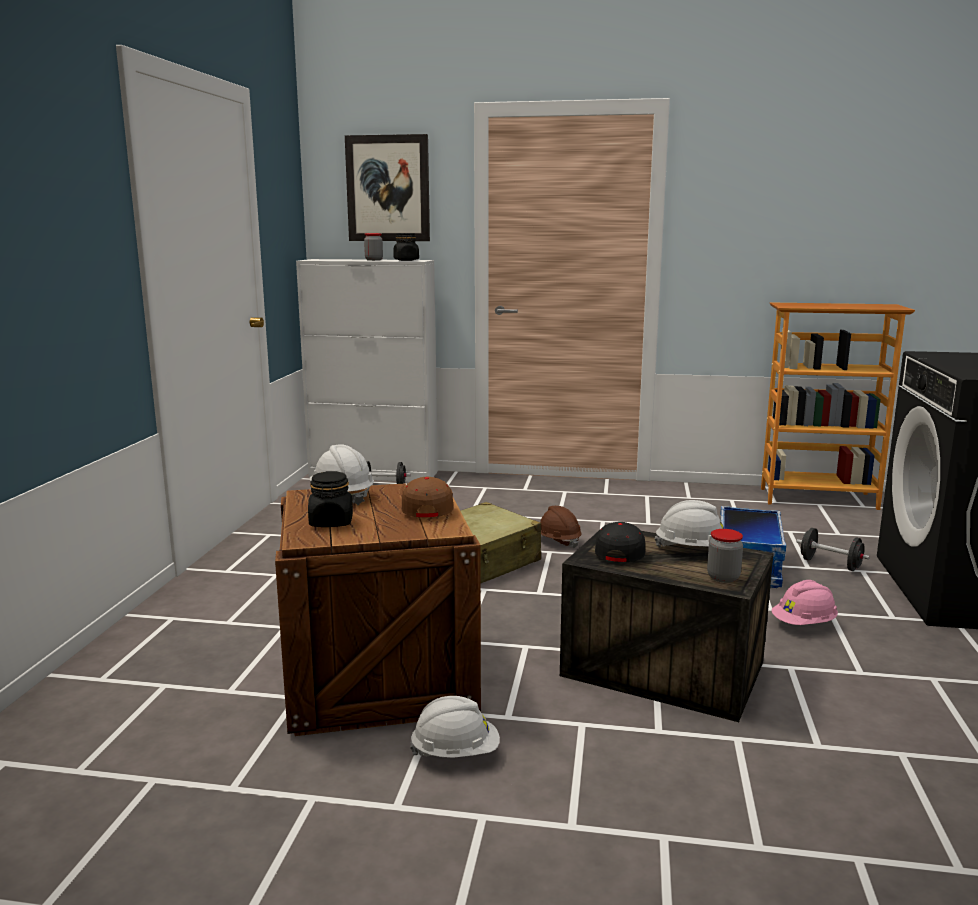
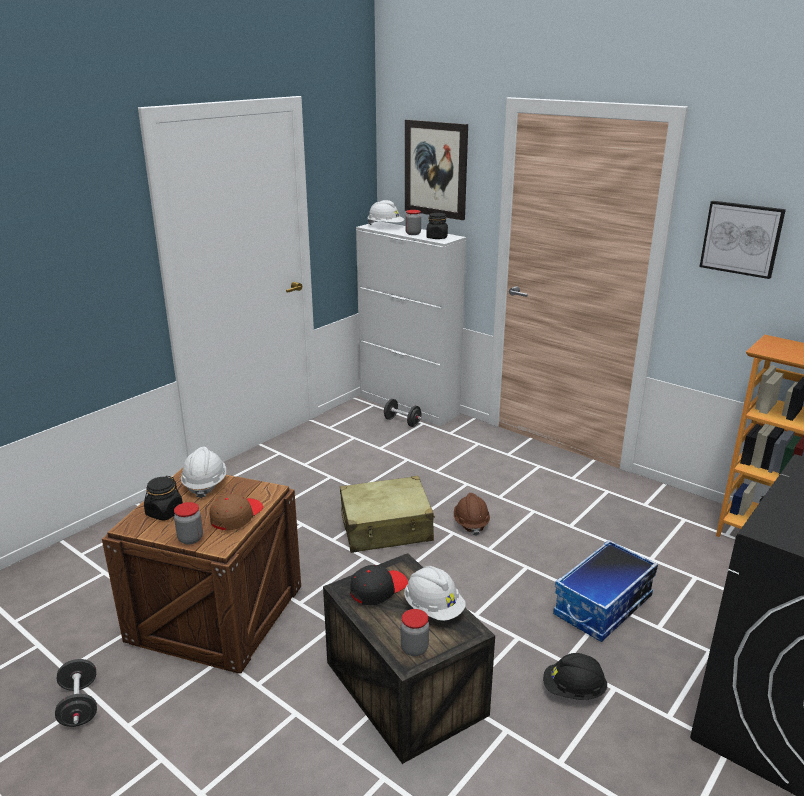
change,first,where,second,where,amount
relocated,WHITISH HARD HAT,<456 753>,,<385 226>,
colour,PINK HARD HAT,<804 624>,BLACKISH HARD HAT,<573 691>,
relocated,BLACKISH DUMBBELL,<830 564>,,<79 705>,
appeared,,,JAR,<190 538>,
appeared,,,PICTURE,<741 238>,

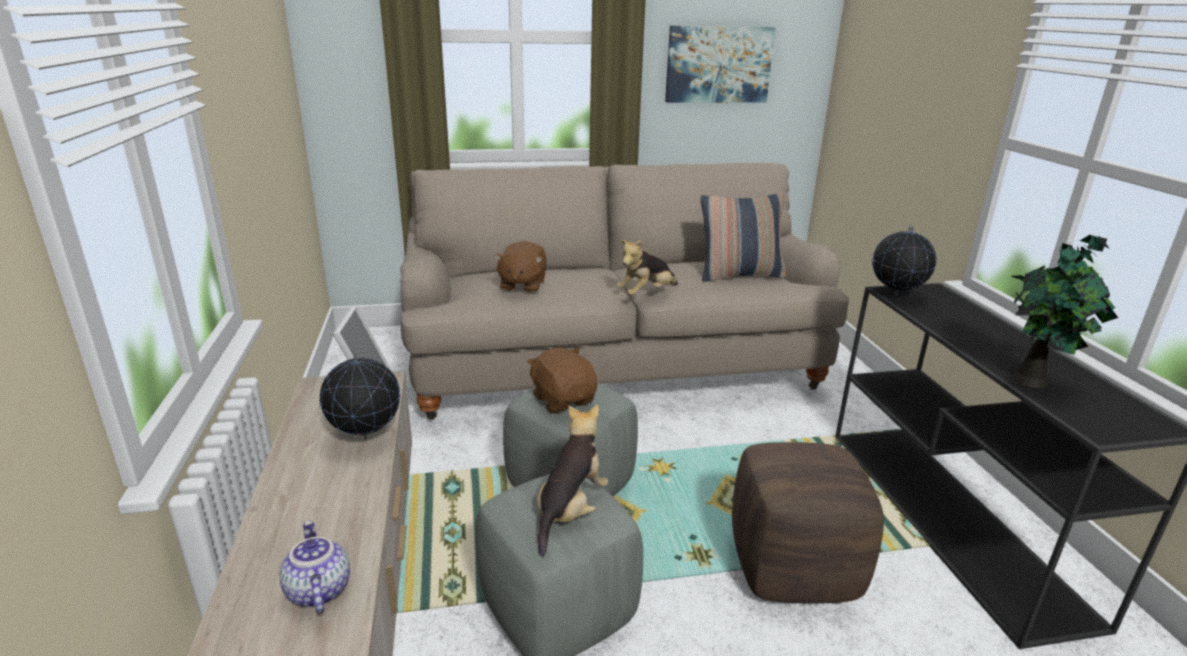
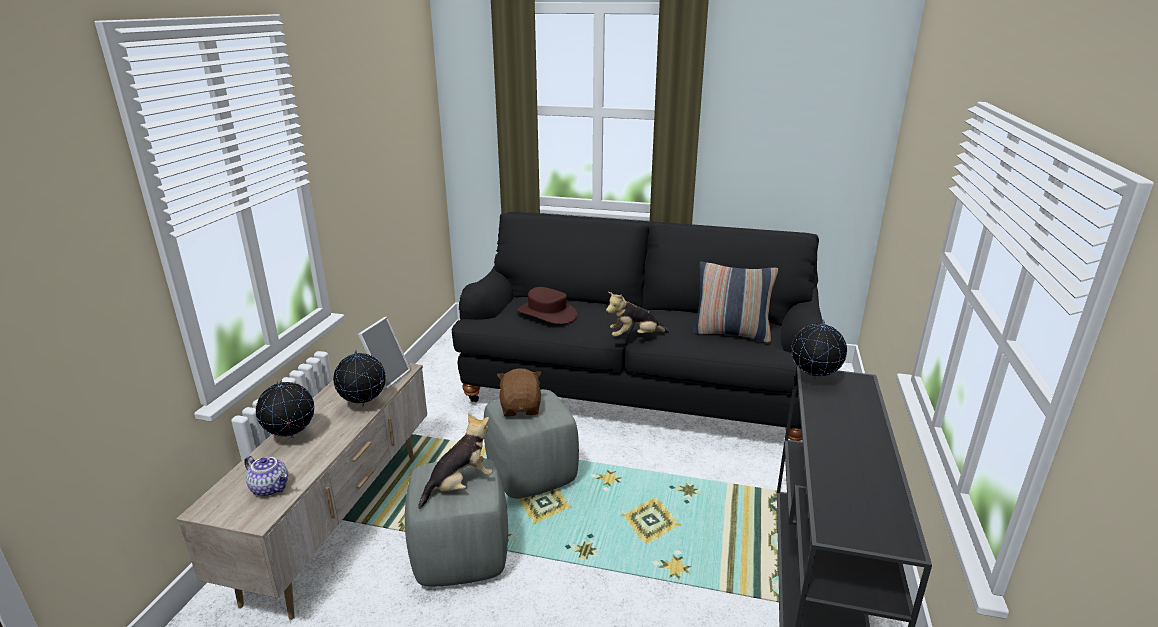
change,first,where,second,where,amount
spun,TEA POT,<317 591>,,<271 488>,120 degrees clockwise
colour,SAND-COLOURED SOFA,<613 365>,BLACKISH SOFA,<636 388>,
exchanged,BROWN SOFT TOY,<522 285>,BROWN WEARABLE HAT,<547 313>,
missing,PICTURE,<718 64>,,,
missing,BROWN FOOTREST,<793 569>,,,
missing,HOUSEPLANT,<1033 381>,,,
appeared,,,WORLD GLOBE,<291 438>,

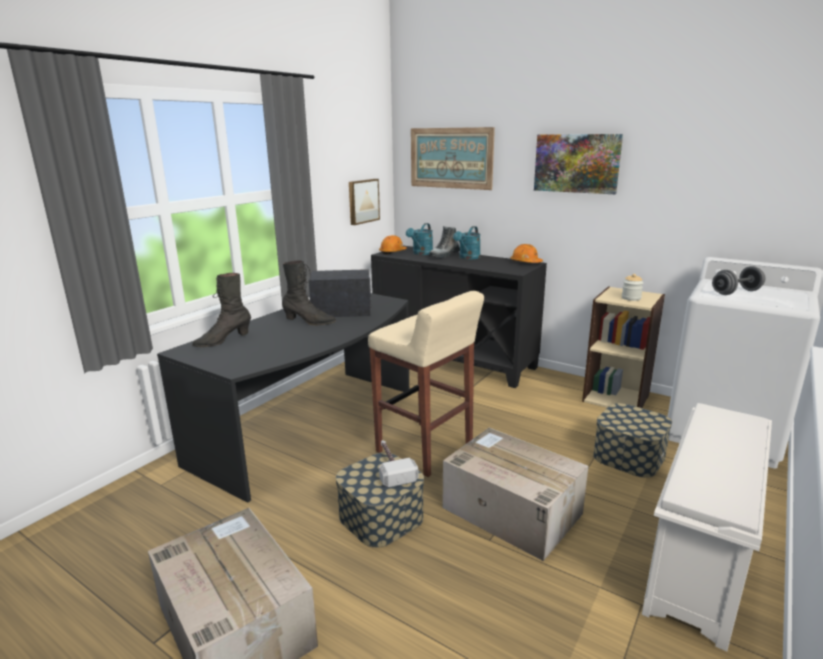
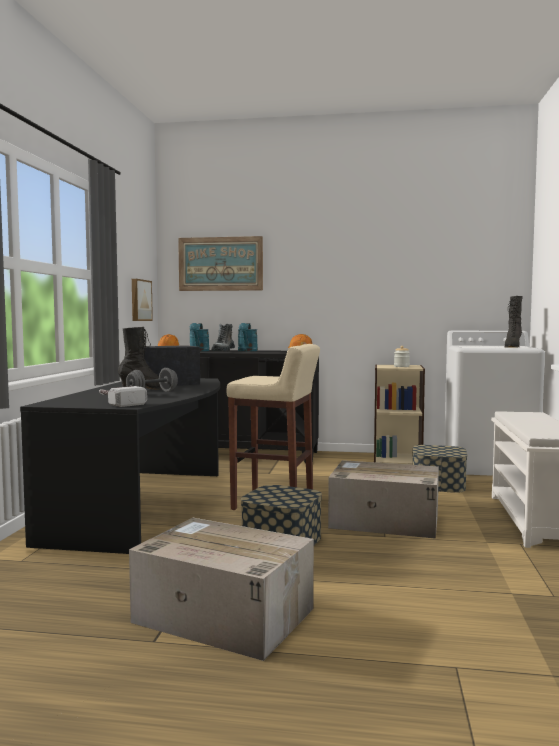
change,first,where,second,where,amount
relocated,BLACKISH BOOT,<223 341>,,<512 347>,
relocated,HAND HAMMER,<392 466>,,<116 402>,
missing,PICTURE,<576 163>,,,
relocated,GREY DUMBBELL,<736 292>,,<152 393>,

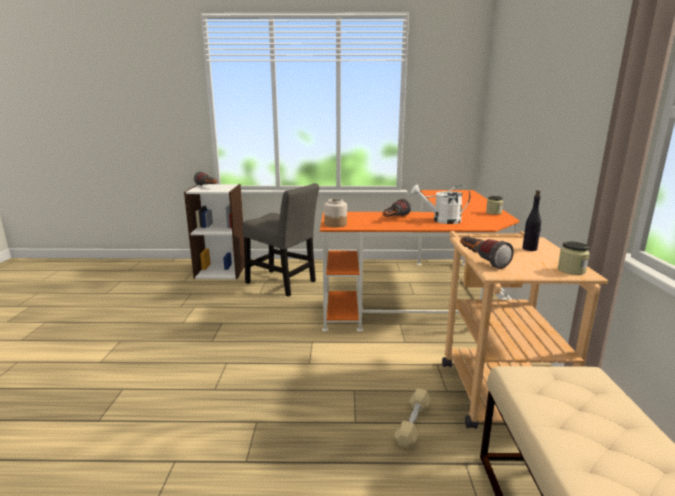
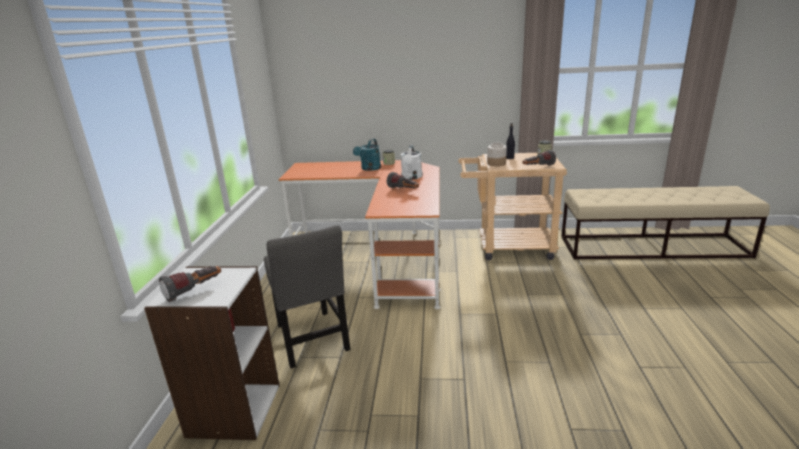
change,first,where,second,where,amount
spun,GREY CHAIR,<283 283>,,<312 340>,120 degrees clockwise
relocated,JAR,<335 224>,,<496 163>,
missing,SAND-COLOURED DUMBBELL,<413 424>,,,
appeared,,,TURQUOISE-COLOURED WATERING CAN,<369 169>,

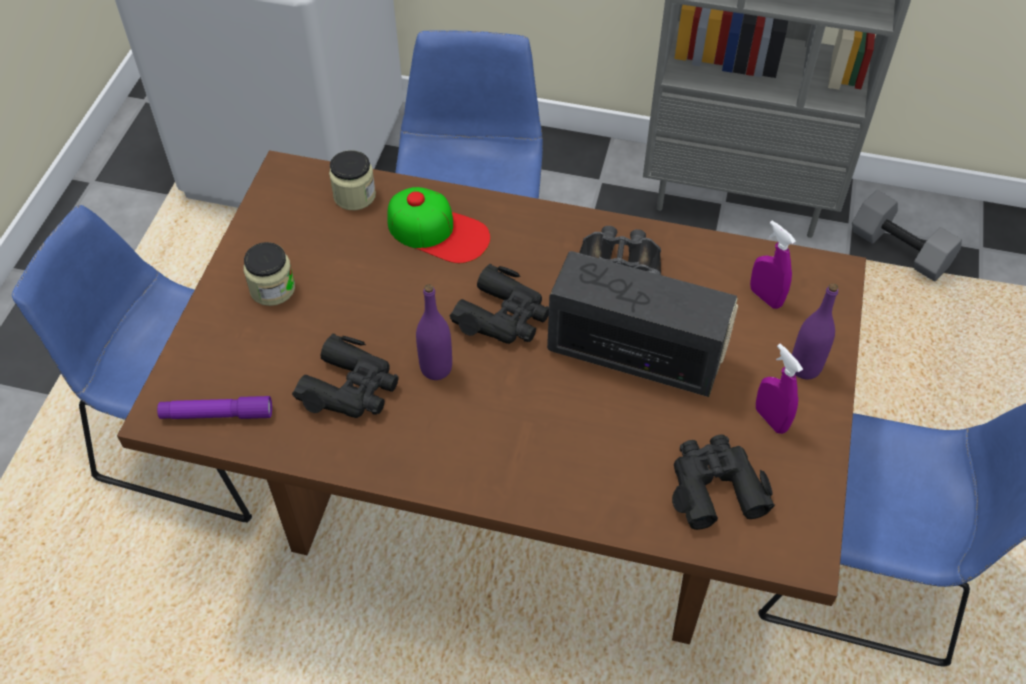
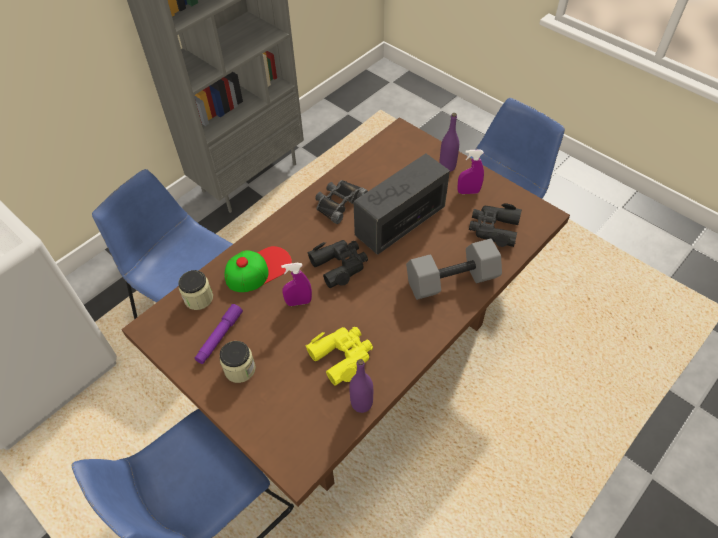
change,first,where,second,where,amount
relocated,PURPLE-COLOURED HAND TORCH,<217 414>,,<219 337>,
colour,BLACKISH FIELD GLASSES,<351 388>,YELLOWISH FIELD GLASSES,<342 356>,
relocated,PURPLE-COLOURED DRINK BOTTLE,<436 368>,,<361 403>,
relocated,PURPLE-COLOURED SPRAY BOTTLE,<765 297>,,<298 302>,
relocated,GREY DUMBBELL,<901 249>,,<452 279>,

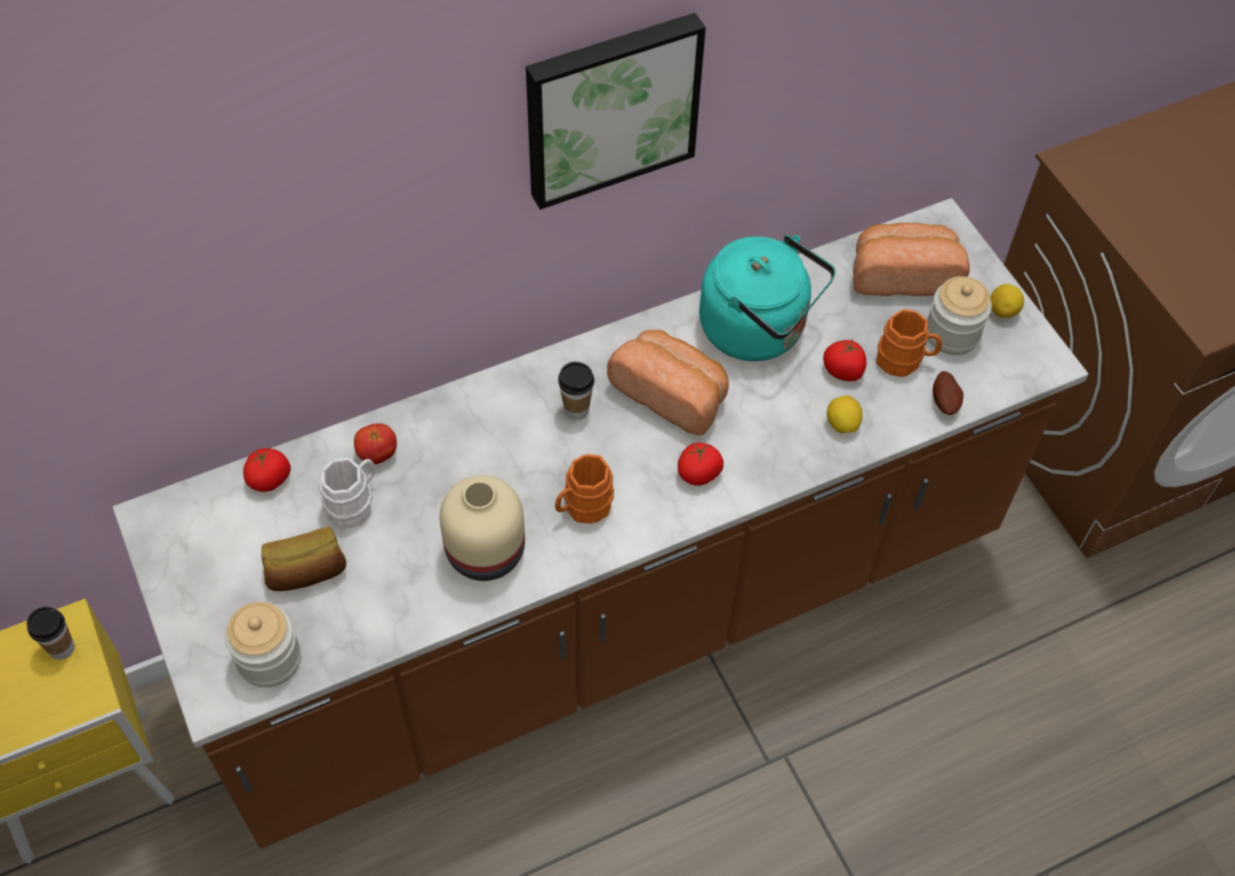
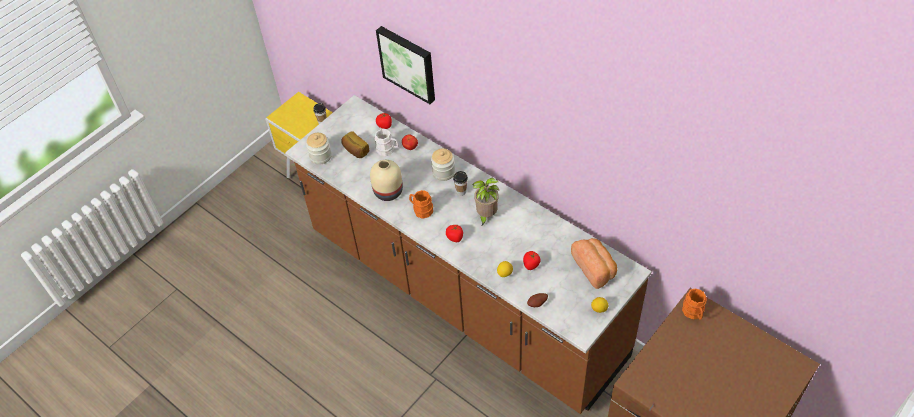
change,first,where,second,where,amount
relocated,PICTURE,<610 106>,,<408 63>,
exchanged,BAKERY BREAD,<671 393>,HOUSEPLANT,<486 215>,
missing,TURQUOISE-COLOURED WATER KETTLE,<758 330>,,,
relocated,ORANGE-COLOURED MUG,<905 360>,,<693 313>,
relocated,JAR,<952 333>,,<443 172>,

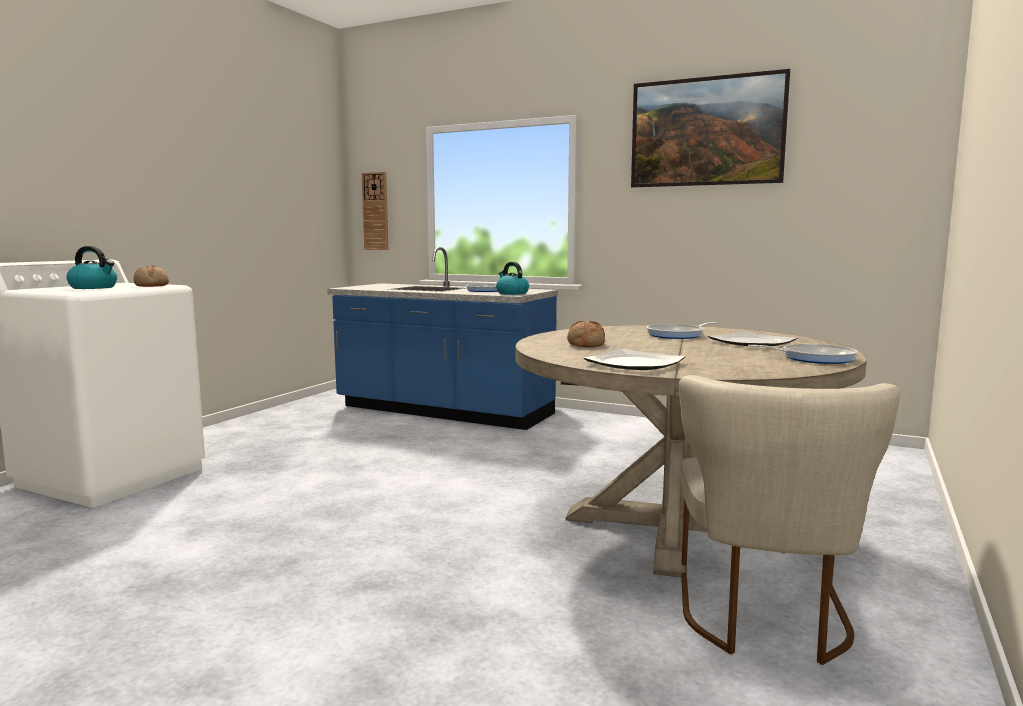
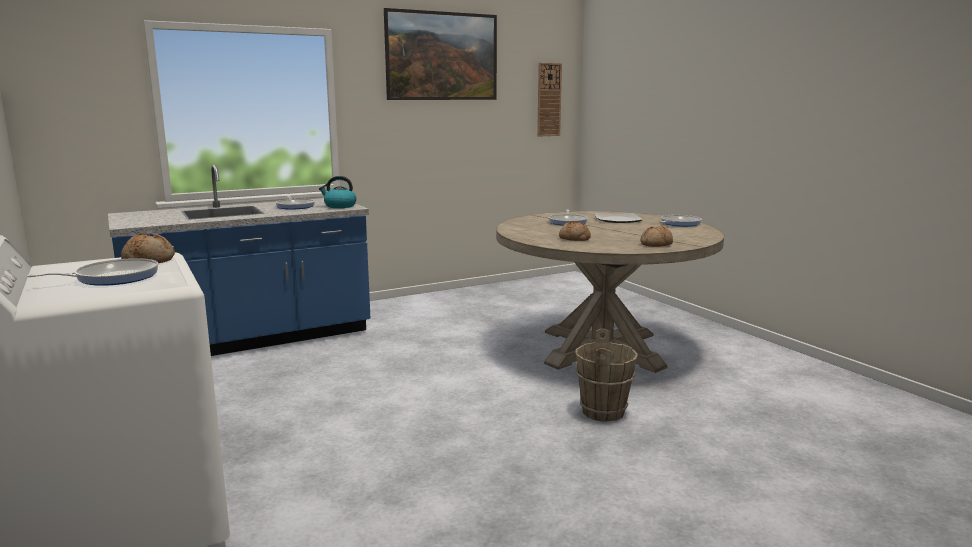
change,first,where,second,where,amount
exchanged,WATER KETTLE,<94 287>,PAN,<112 277>,
relocated,WALL CLOCK,<375 211>,,<549 100>,
exchanged,DINNER PLATE,<633 364>,BAKERY BREAD,<656 244>,
missing,SAND-COLOURED CHAIR,<765 620>,,,
appeared,,,BROWN BUCKET,<604 412>,

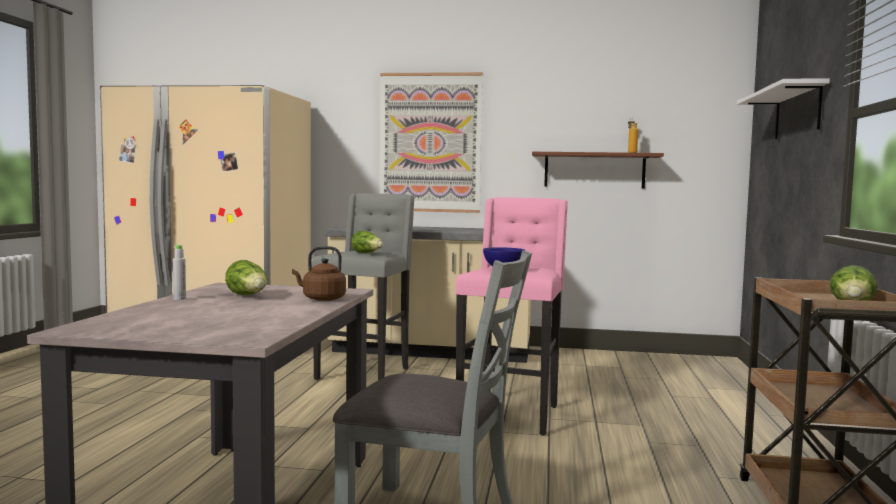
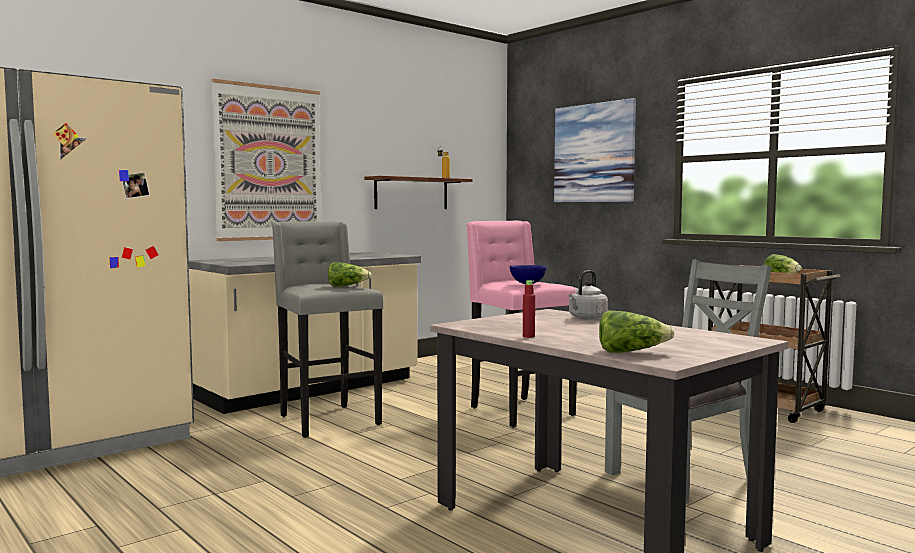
change,first,where,second,where,amount
colour,GREY DRINK BOTTLE,<179 299>,RED-COLOURED DRINK BOTTLE,<528 336>,
relocated,LETTUCE HEAD,<249 296>,,<631 352>,
colour,BROWN WATER KETTLE,<321 299>,GREY WATER KETTLE,<586 318>,
exchanged,WHITISH BRACKET SHELF,<797 112>,PICTURE,<594 153>,

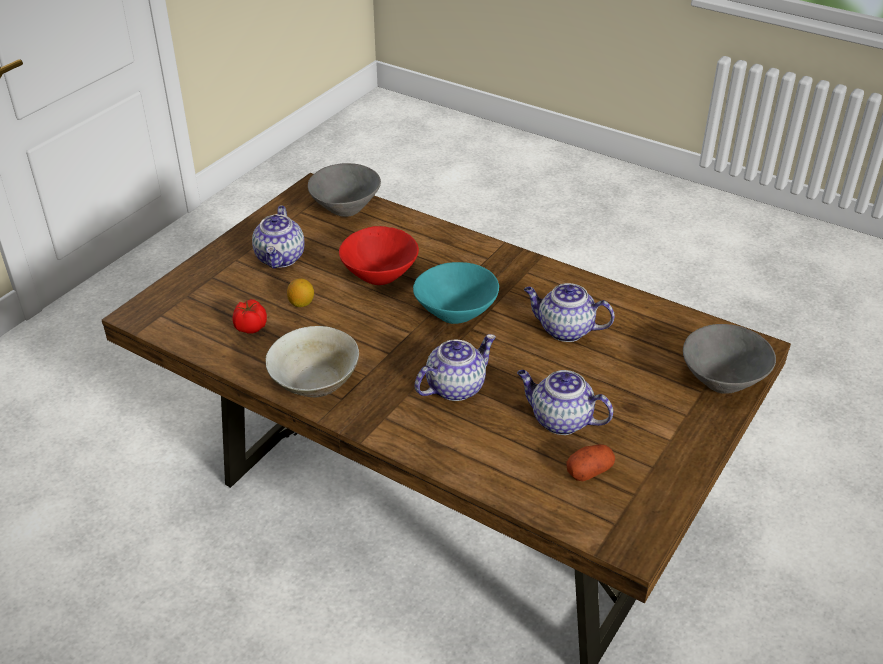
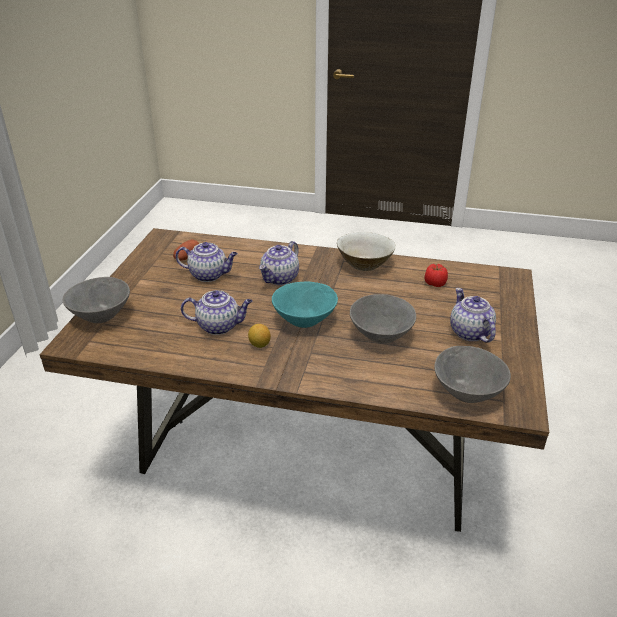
change,first,where,second,where,amount
relocated,LEMON,<301 303>,,<259 344>,
colour,RED-COLOURED SERVING BOWL,<380 275>,GREY SERVING BOWL,<381 336>,

